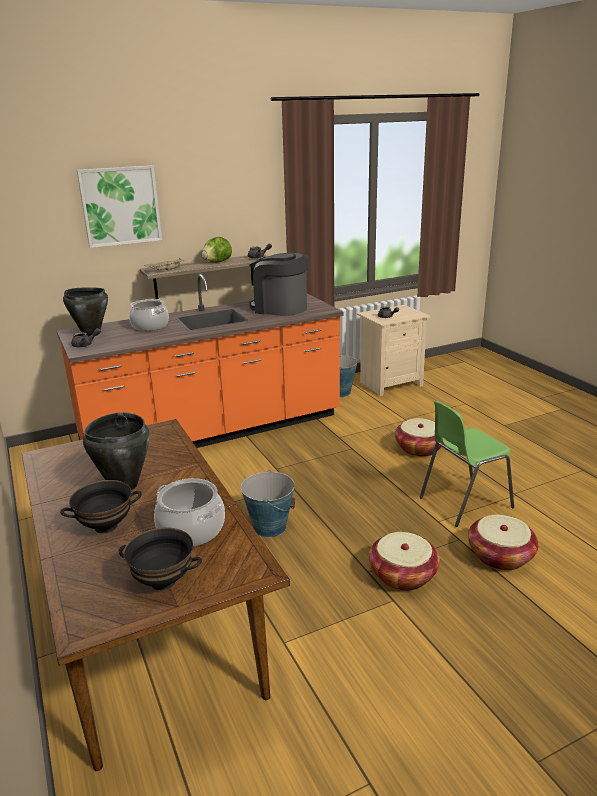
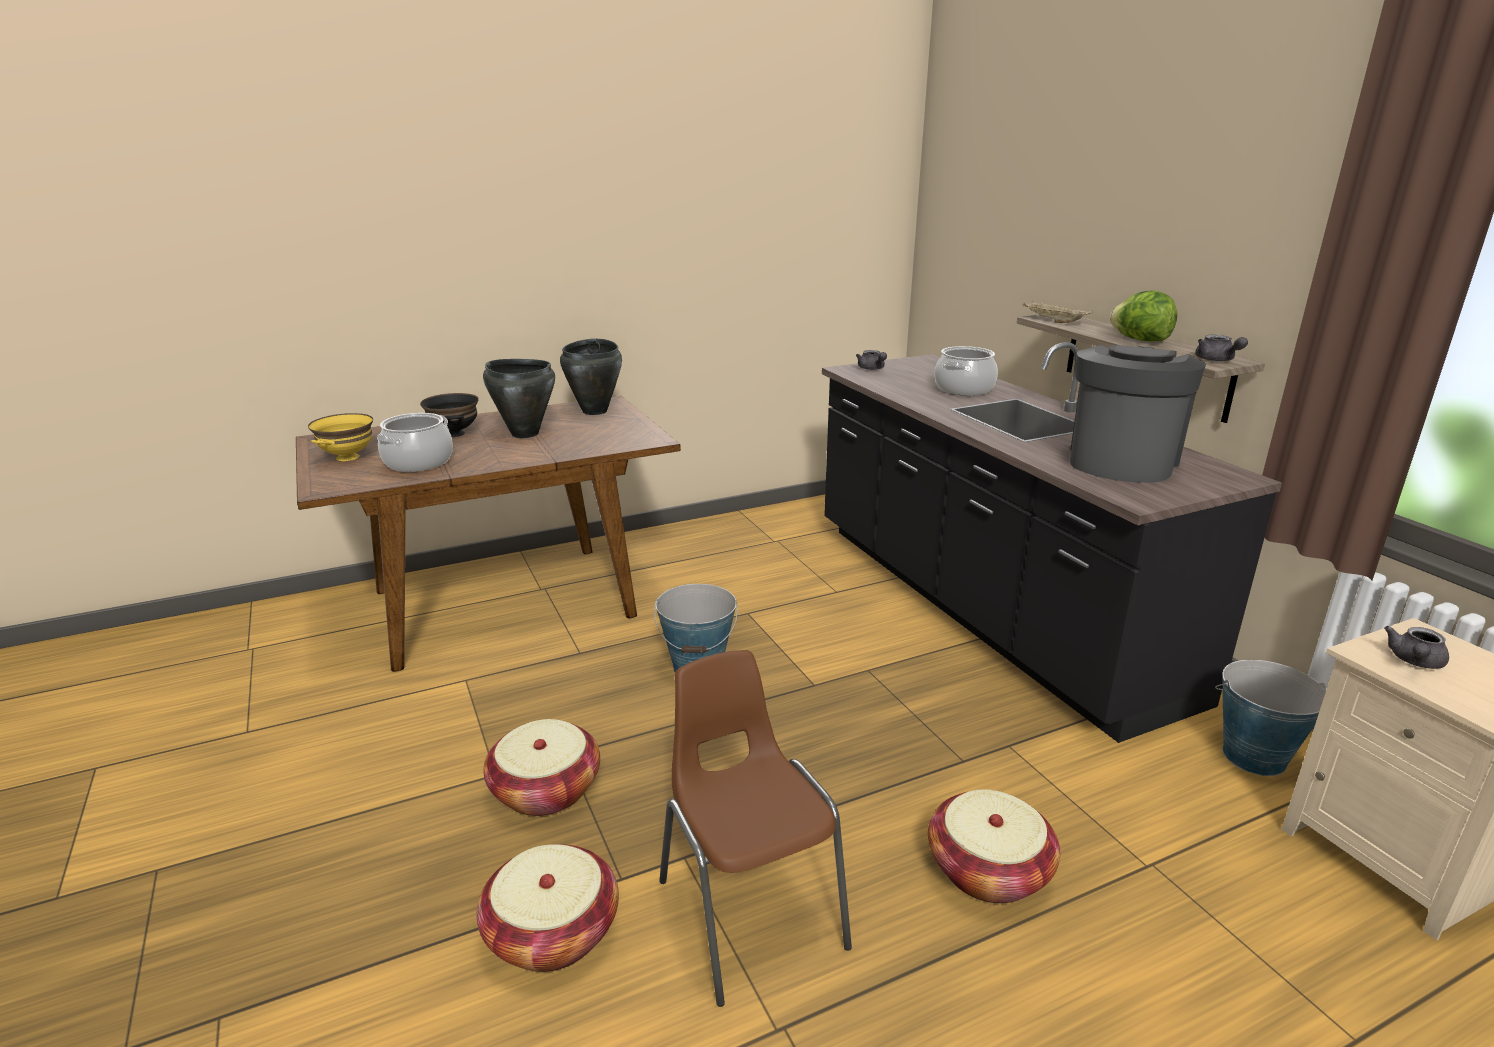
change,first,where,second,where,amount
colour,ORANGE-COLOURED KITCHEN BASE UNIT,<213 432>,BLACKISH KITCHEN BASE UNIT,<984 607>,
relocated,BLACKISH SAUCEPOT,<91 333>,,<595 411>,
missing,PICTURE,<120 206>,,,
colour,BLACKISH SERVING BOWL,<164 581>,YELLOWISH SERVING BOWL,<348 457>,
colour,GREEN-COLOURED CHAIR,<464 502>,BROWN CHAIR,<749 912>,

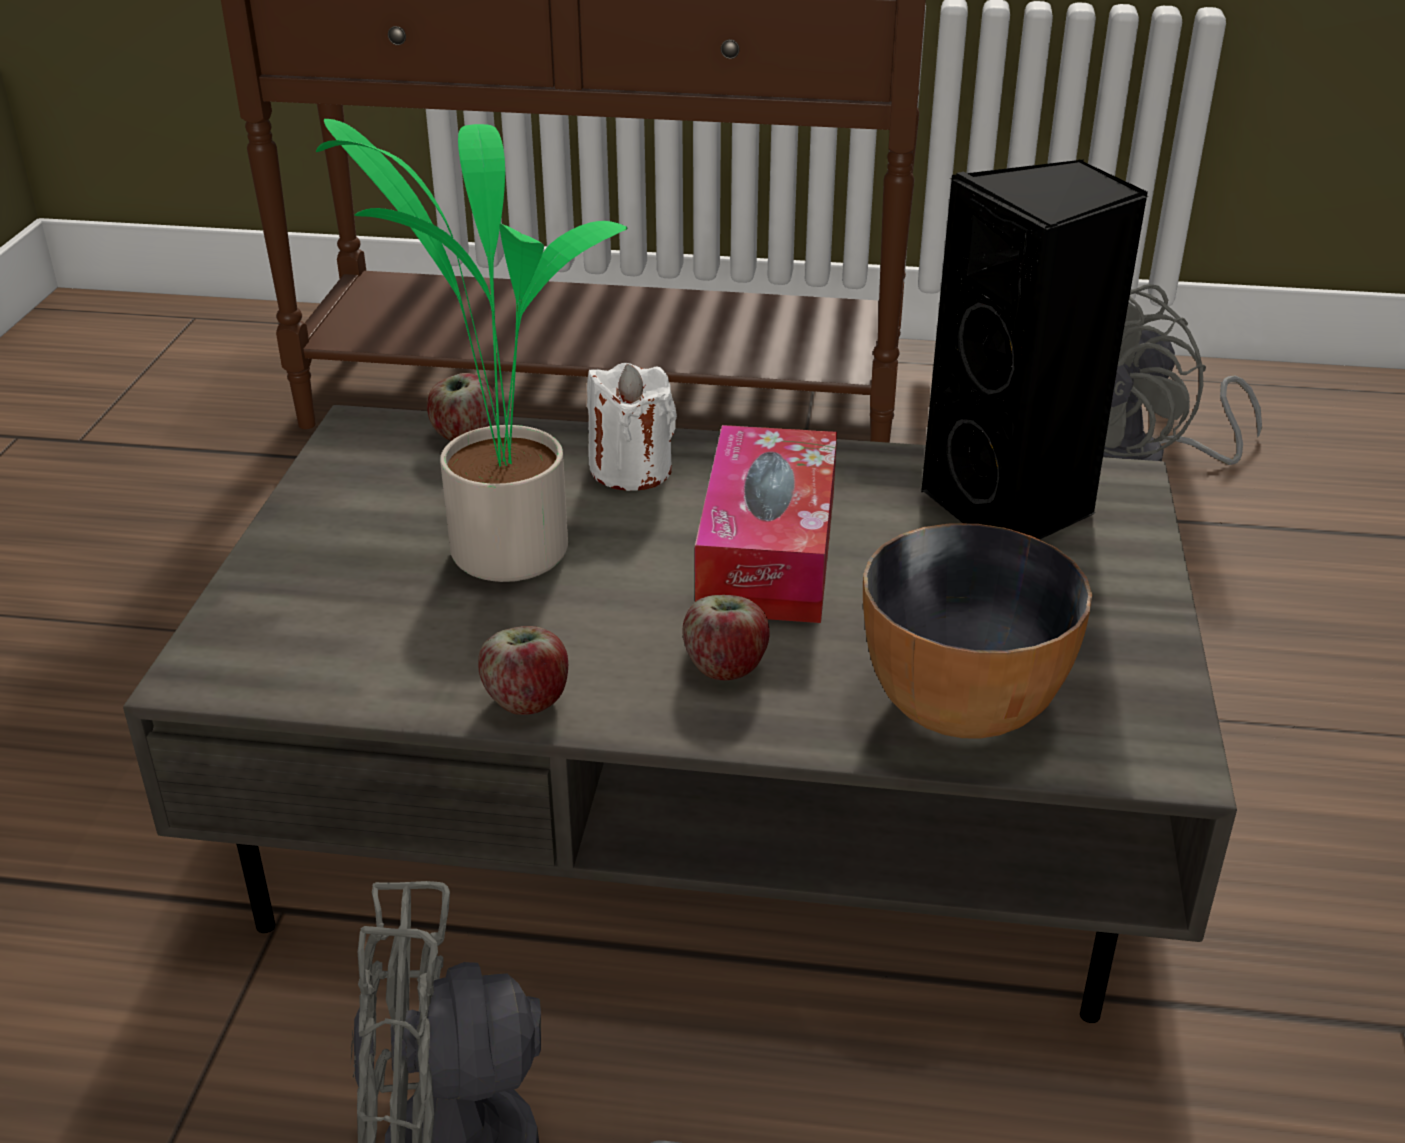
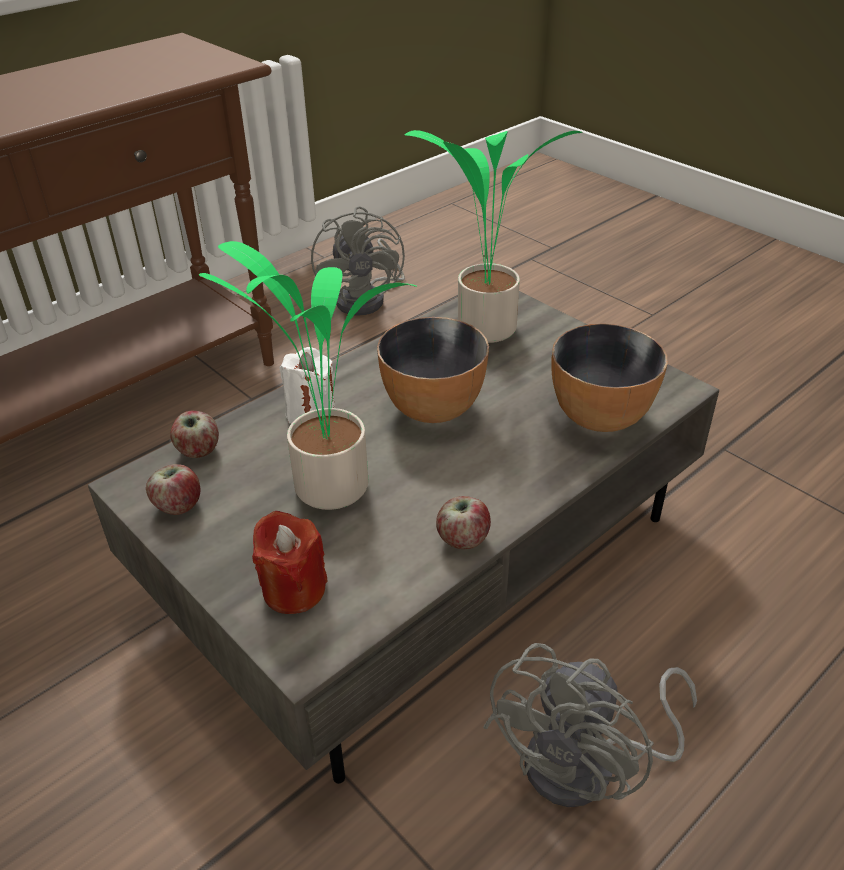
change,first,where,second,where,amount
relocated,APPLE FRUIT,<726 667>,,<178 505>,
exchanged,TISSUE BOX,<768 552>,SERVING BOWL,<432 408>,
exchanged,BLACKISH SPEAKER,<1013 510>,HOUSEPLANT,<483 330>,
appeared,,,RED-COLOURED WAX CANDLE,<293 589>,

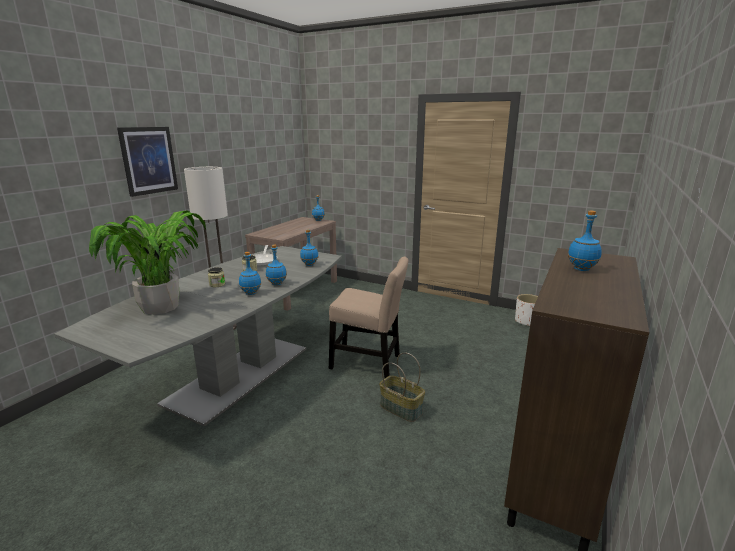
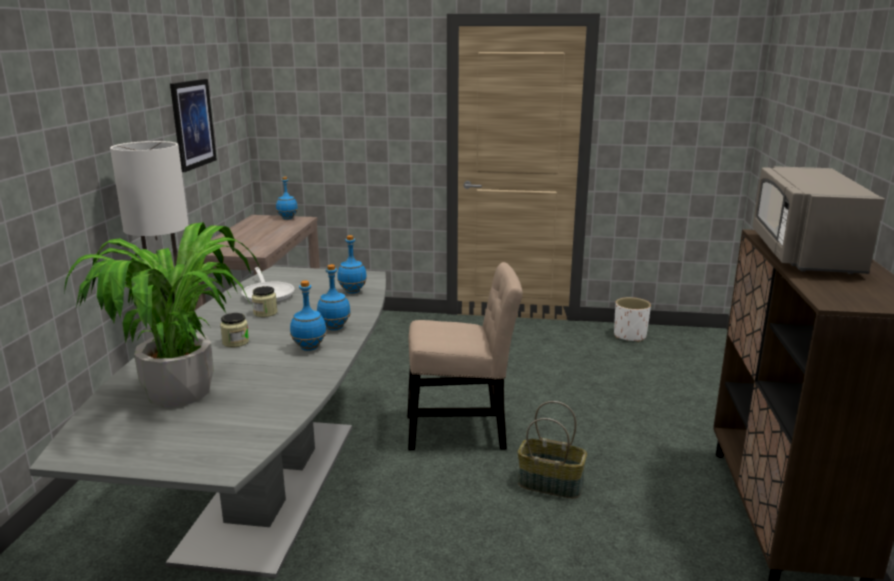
change,first,where,second,where,amount
relocated,PICTURE,<148 160>,,<193 124>,
exchanged,BLUE DRINK BOTTLE,<581 269>,GREY KITCHEN MICROWAVE,<803 254>,

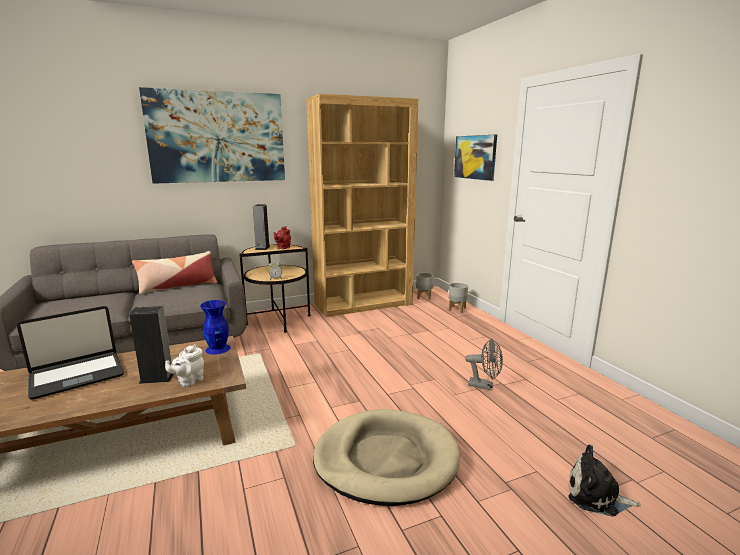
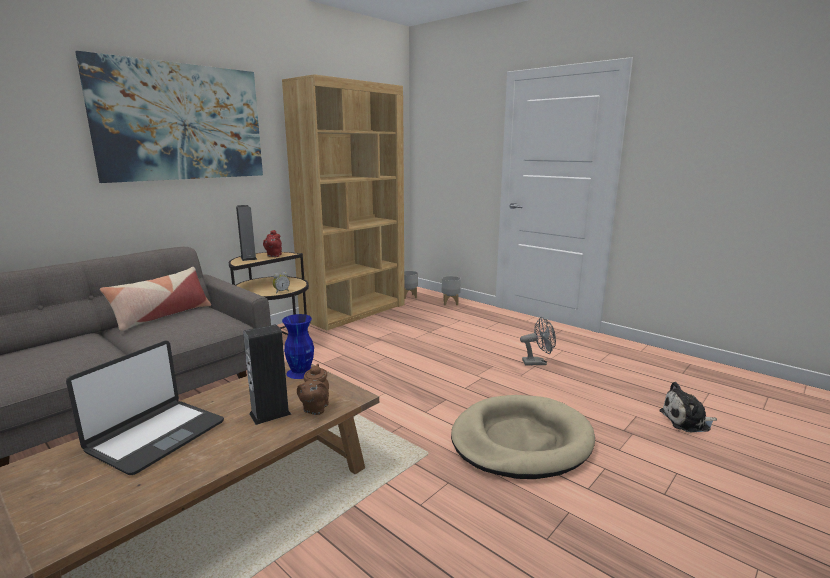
change,first,where,second,where,amount
colour,WHITISH TEA POT,<189 381>,BROWN TEA POT,<315 409>,
missing,PICTURE,<475 157>,,,

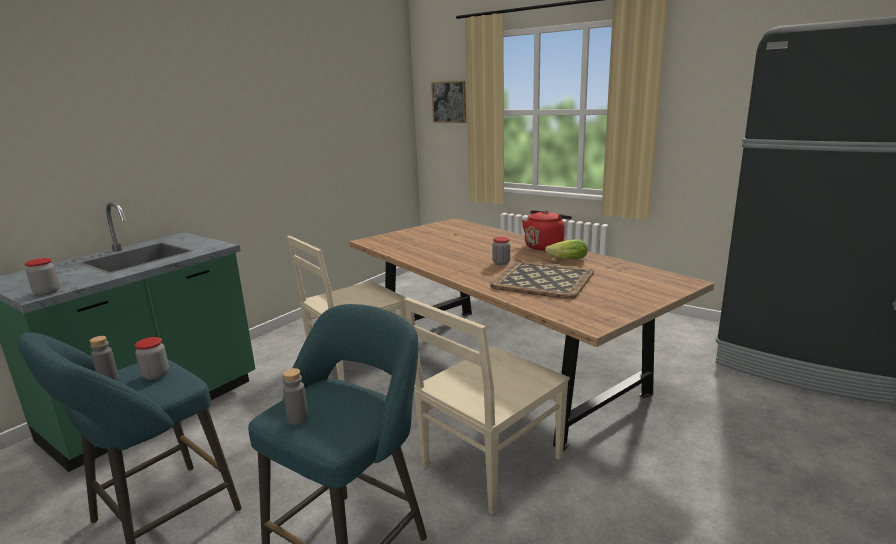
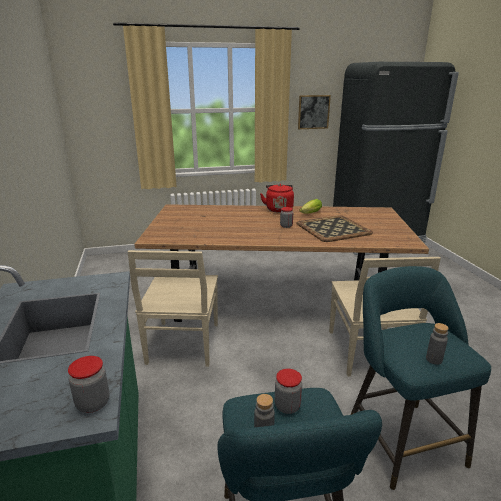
change,first,where,second,where,amount
relocated,PICTURE,<449 102>,,<313 112>,

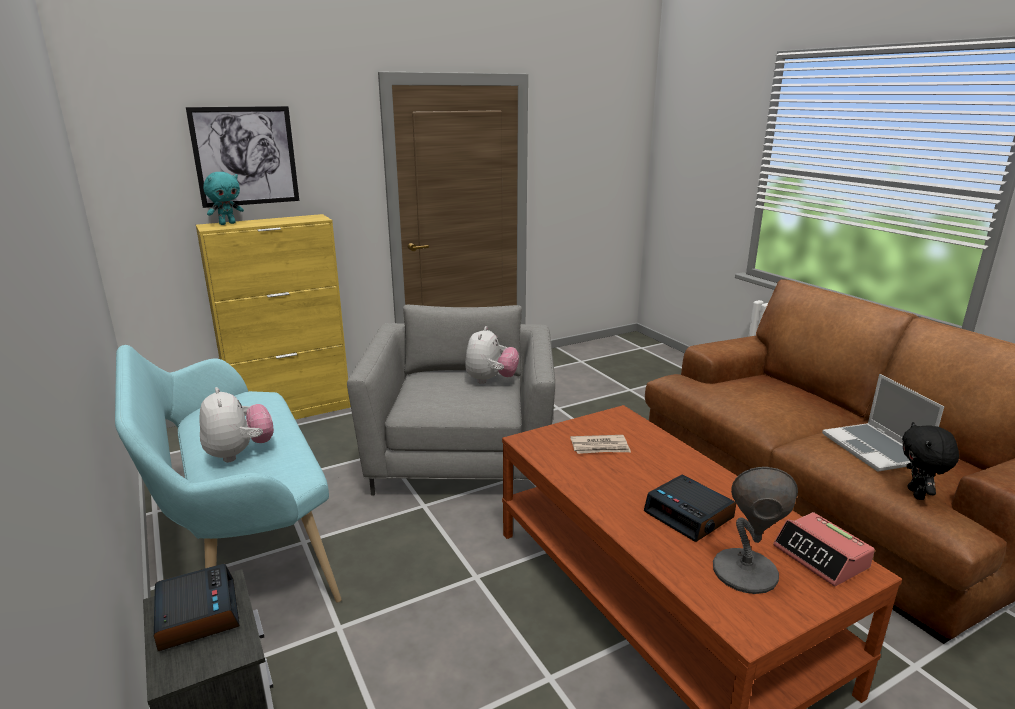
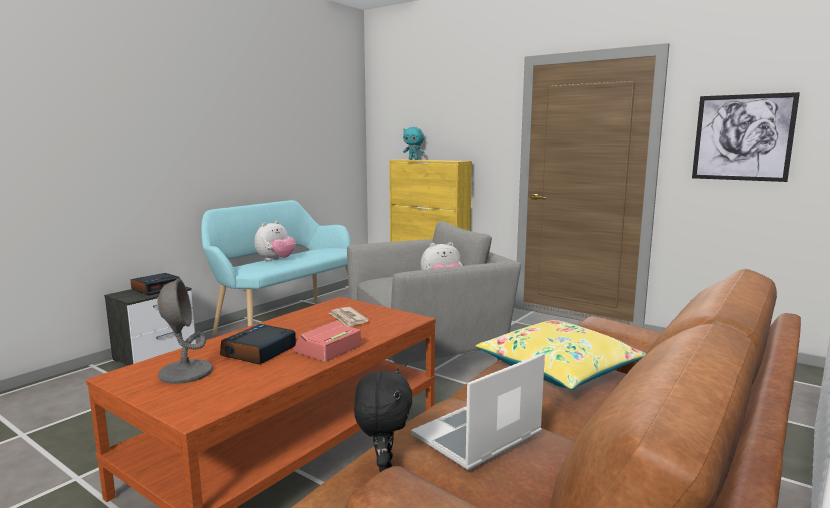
change,first,where,second,where,amount
relocated,PICTURE,<245 156>,,<742 137>,
relocated,ALARM CLOCK,<821 557>,,<328 349>,
spun,BLACKISH SOFT TOY,<917 494>,,<383 465>,105 degrees clockwise
appeared,,,YELLOWISH THROW PILLOW,<559 368>,

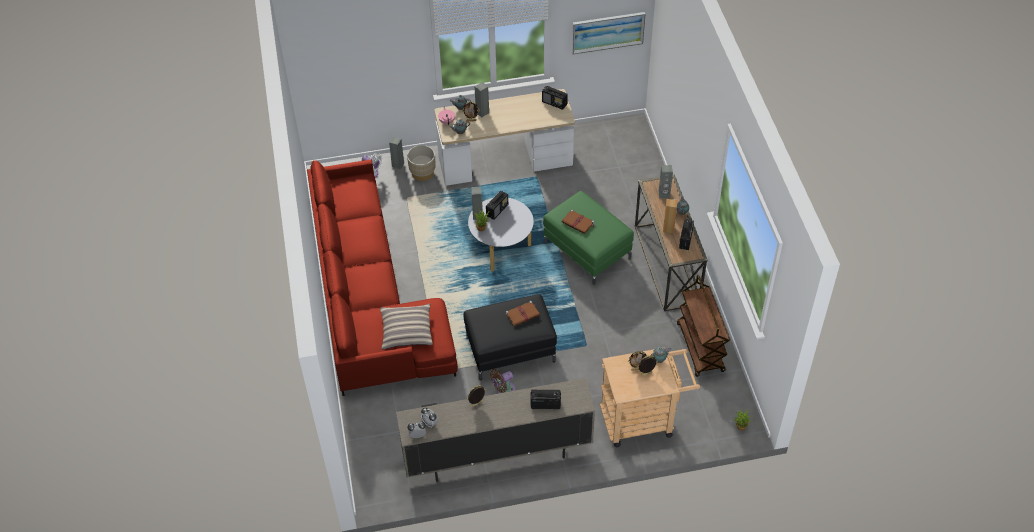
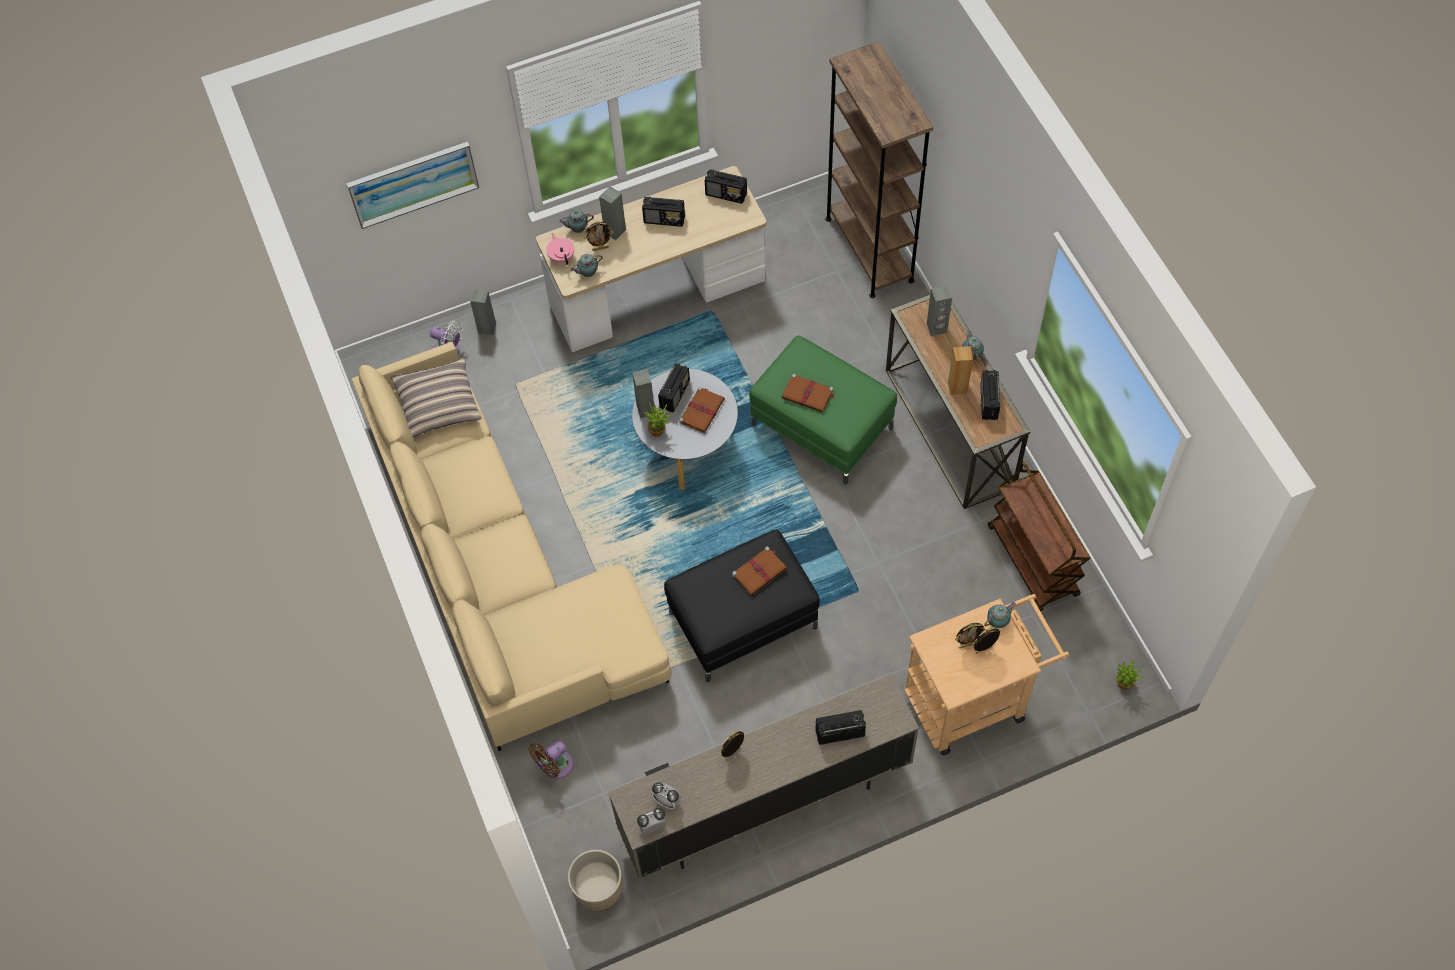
change,first,where,second,where,amount
colour,RED-COLOURED SOFA,<371 298>,SAND-COLOURED SOFA,<502 572>,
relocated,THROW PILLOW,<406 330>,,<437 403>,
relocated,SAND-COLOURED PLANTER,<422 173>,,<598 890>,
relocated,BROWN FAN,<504 390>,,<555 766>,
relocated,PICTURE,<607 32>,,<413 183>,
appeared,,,RADIO RECEIVER,<664 219>,
appeared,,,BROWN BOUND BOOK,<702 410>,
appeared,,,BROWN BOOKCASE,<869 249>,

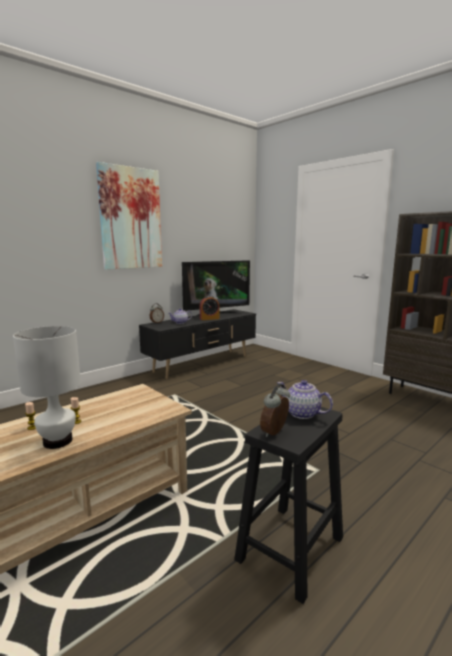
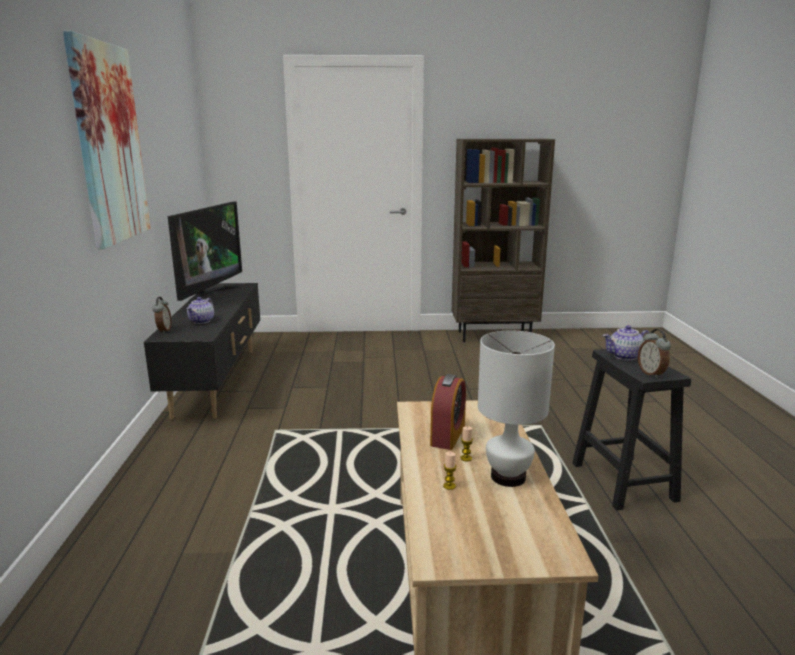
change,first,where,second,where,amount
relocated,ALARM CLOCK,<209 319>,,<447 436>,

